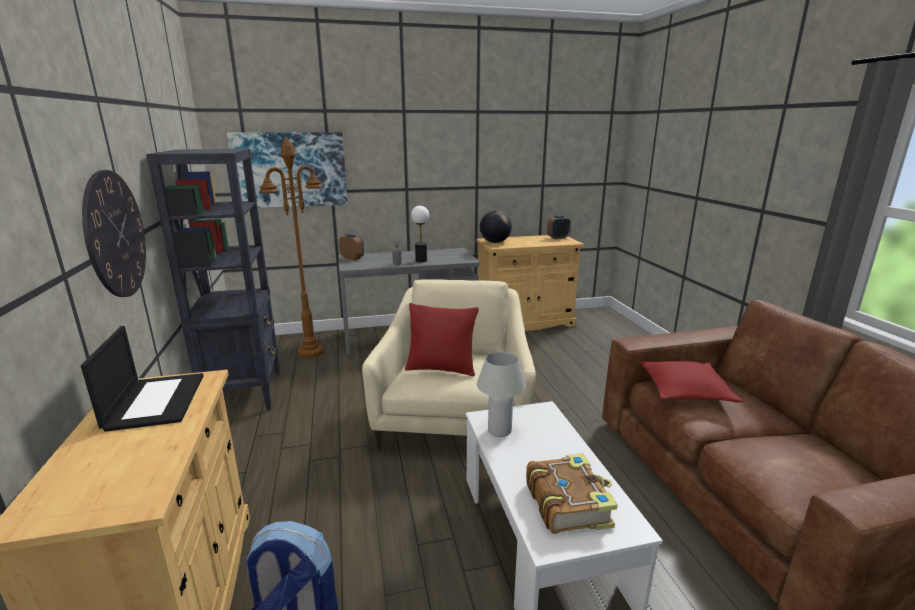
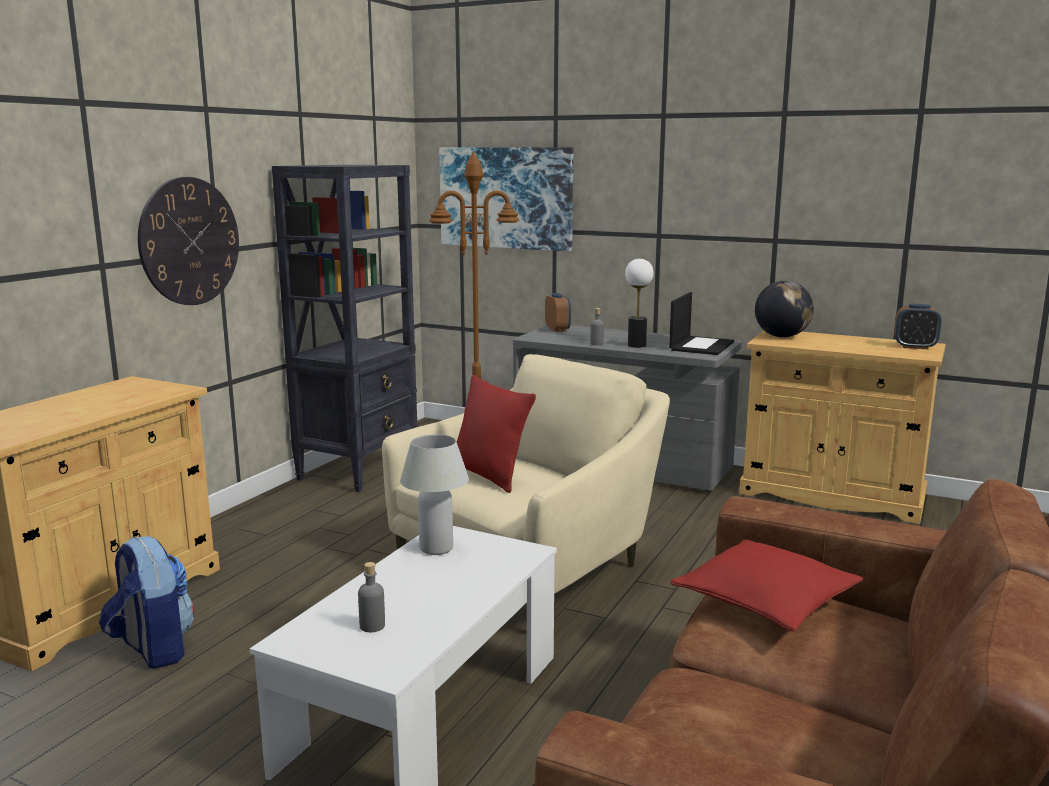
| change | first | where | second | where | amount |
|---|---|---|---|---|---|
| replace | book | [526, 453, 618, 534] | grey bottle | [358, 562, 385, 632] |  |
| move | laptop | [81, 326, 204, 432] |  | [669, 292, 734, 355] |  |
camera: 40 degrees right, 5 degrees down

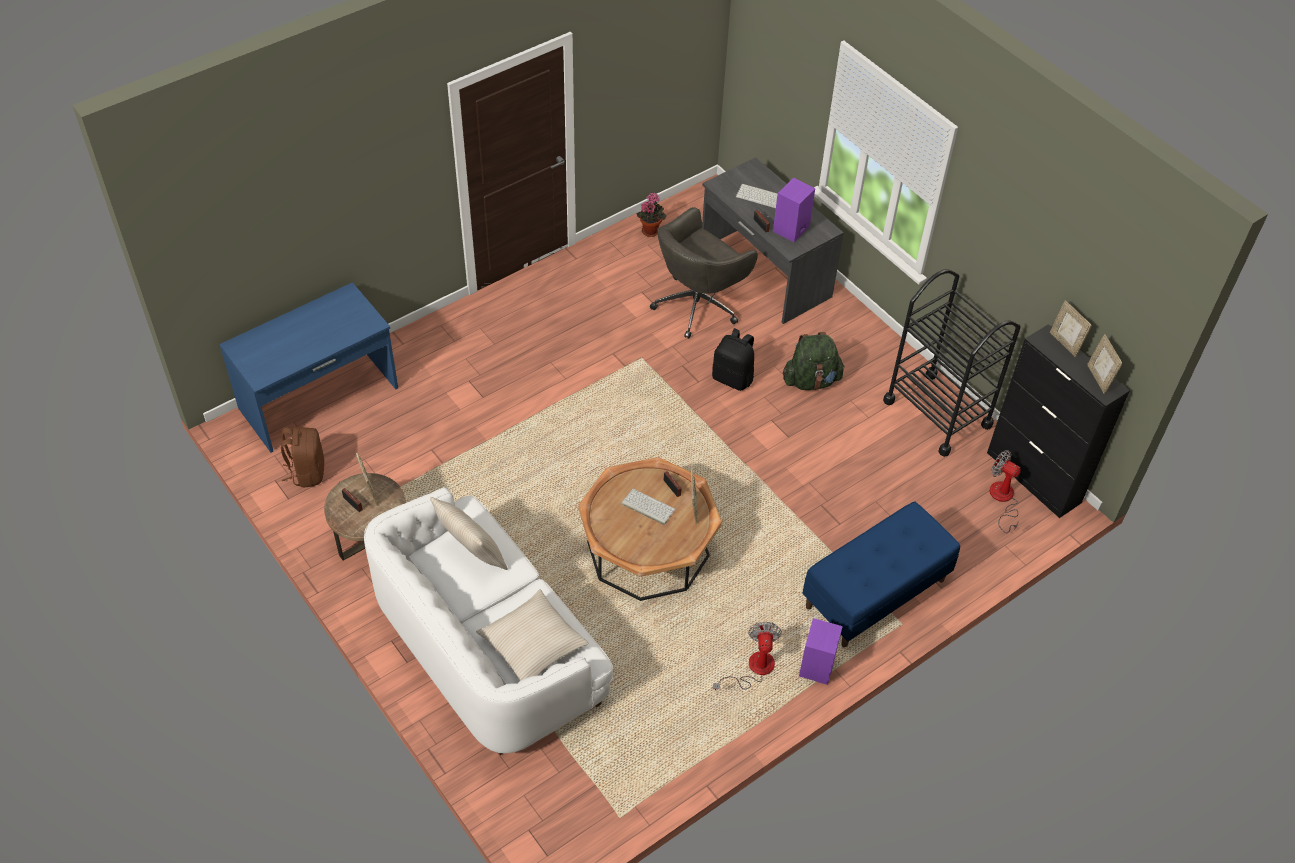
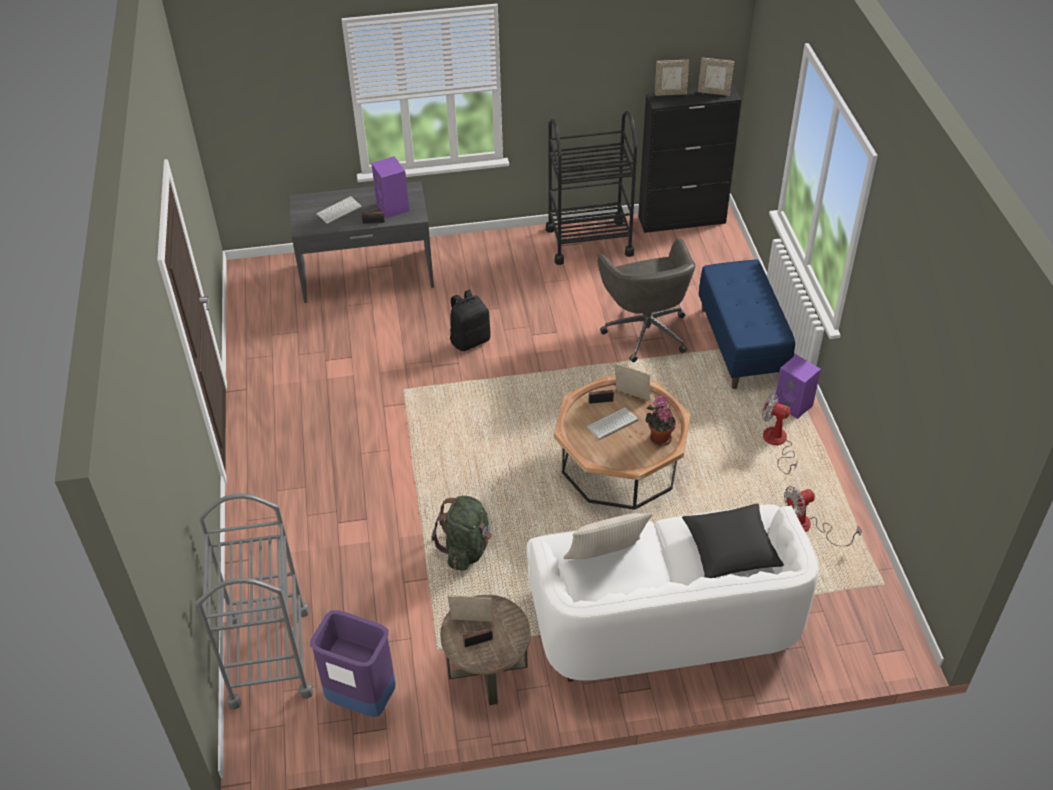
| change | first | where | second | where | amount |
|---|---|---|---|---|---|
| replace | blue desk | [219, 282, 398, 453] | grey cart | [197, 493, 313, 710] |  |
| replace | brown backpack | [281, 427, 325, 487] | purple trash can | [310, 610, 396, 717] |  |
| move | green backpack | [783, 332, 845, 390] |  | [432, 496, 492, 571] |  |
| move | grey office chair | [650, 207, 758, 339] |  | [597, 239, 696, 362] |  |
| move | potted plant | [637, 193, 666, 237] |  | [645, 395, 676, 446] |  |
| recolor | beige pillow | [476, 589, 588, 681] | black pillow | [682, 503, 784, 578] |  |
| move | fan | [990, 450, 1021, 533] |  | [784, 486, 862, 546] |  |
camera: 60 degrees left, 5 degrees down

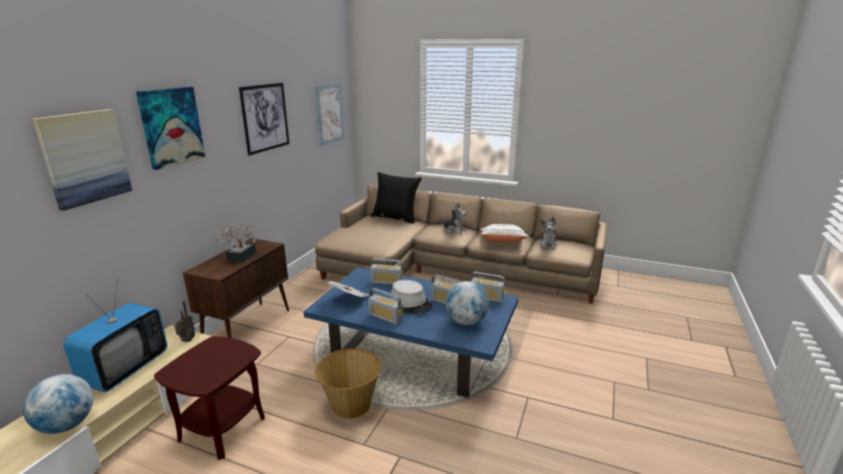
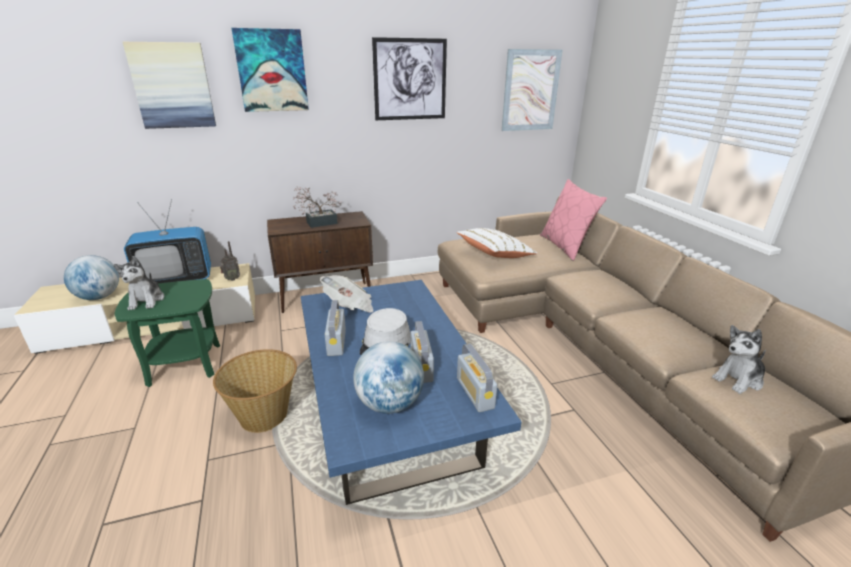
| change | first | where | second | where | amount |
|---|---|---|---|---|---|
| move | plush toy | [441, 203, 466, 234] |  | [113, 256, 164, 310] |  |
| recolor | brown side table | [154, 336, 265, 460] | green side table | [115, 279, 220, 387] |  |
| move | white pillow | [479, 224, 530, 242] |  | [457, 228, 538, 258] |  |
| recolor | black pillow | [371, 172, 422, 224] | pink pillow | [540, 179, 607, 261] |  |
| delete | radio | [370, 258, 403, 285] |  |  |  |
camera: 50 degrees right, 5 degrees up

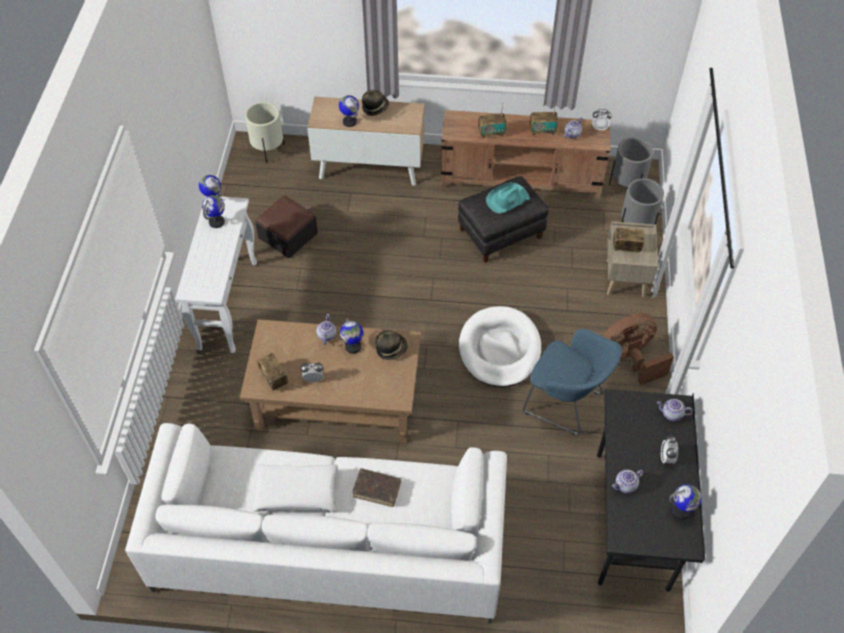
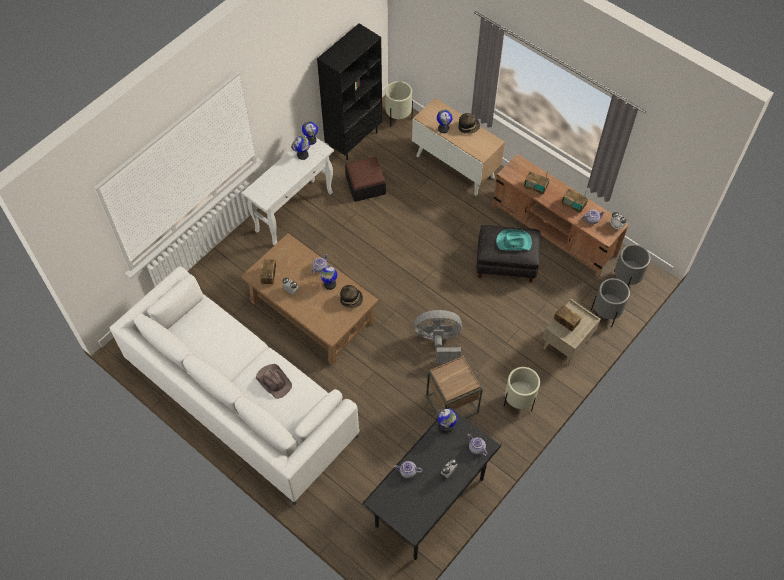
| change | first | where | second | where | amount |
|---|---|---|---|---|---|
| replace | brown book | [352, 468, 401, 507] | brown hat | [256, 364, 292, 399] |  |
| insert |  |  | black bookcase | [317, 23, 382, 160] |  |
| replace | white dog bed | [459, 306, 541, 387] | grey fan | [414, 310, 462, 363] |  |
| replace | blue armchair | [523, 329, 622, 435] | brown side table | [426, 356, 483, 418] |  |
| move | globe | [669, 484, 702, 519] |  | [437, 409, 457, 433] |  |
| replace | brown fan | [602, 313, 674, 385] | beige planter | [504, 367, 540, 411] |  |
| delete | white pillow | [252, 464, 338, 512] |  |  |  |
camera: 35 degrees right, 5 degrees up

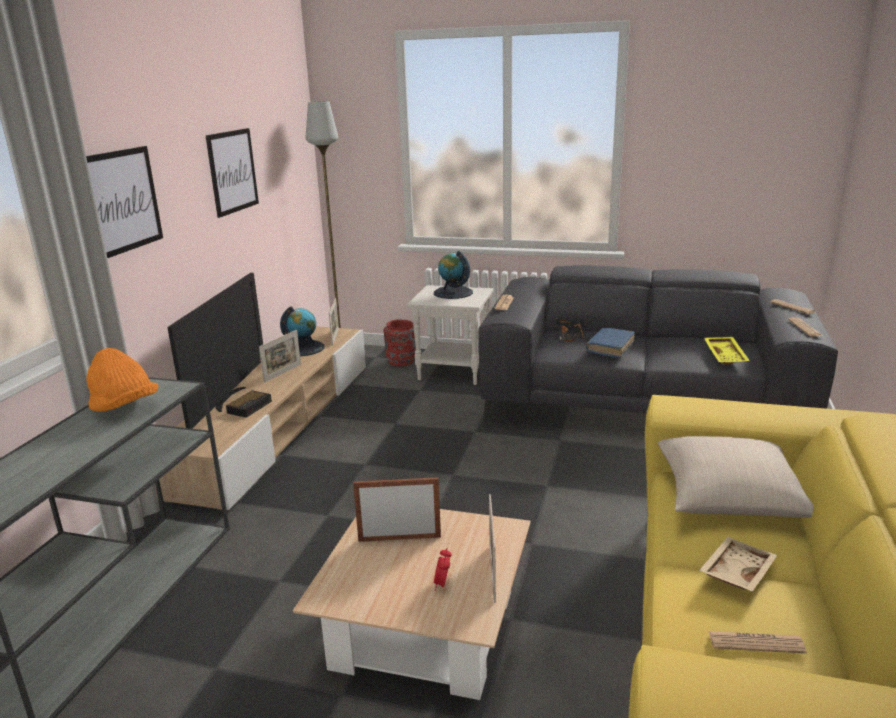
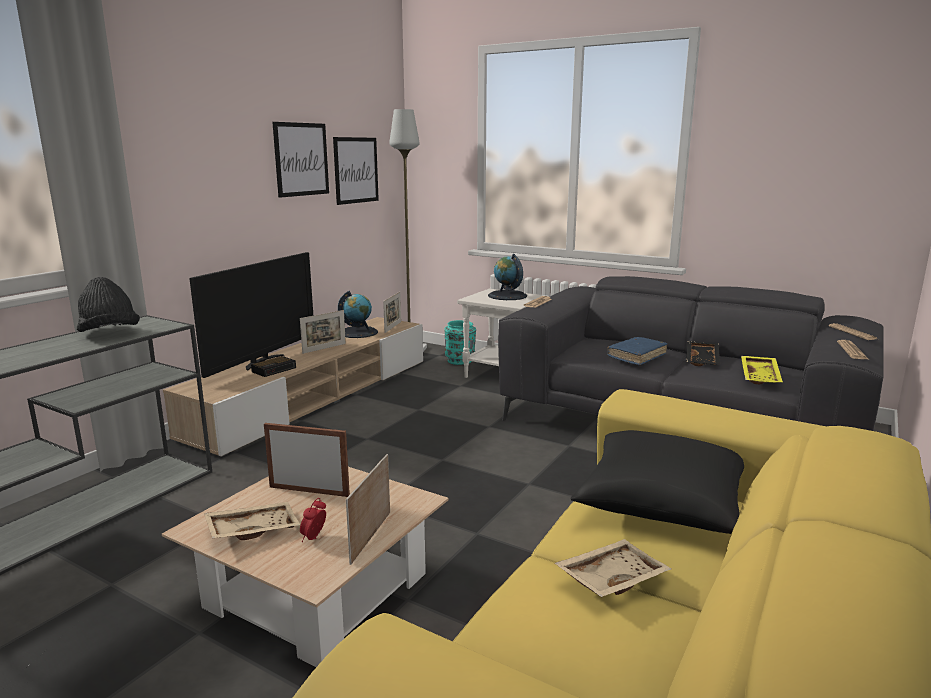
| change | first | where | second | where | amount |
|---|---|---|---|---|---|
| recolor | orange hat | [87, 348, 159, 412] | black hat | [77, 277, 140, 332] |  |
| insert |  |  | beige tray | [204, 502, 300, 540] |  |
| move | picture | [86, 146, 163, 258] |  | [333, 137, 379, 205] |  |
| recolor | red vase | [383, 319, 416, 366] | turquoise vase | [444, 320, 476, 365] |  |
| recolor | beige pillow | [658, 436, 813, 517] | black pillow | [570, 430, 744, 534] |  |
| move | black tray | [556, 318, 588, 342] |  | [686, 341, 720, 366] |  |
| delete | newspaper | [709, 631, 807, 654] |  |  |  |
camera: 15 degrees right, 5 degrees down

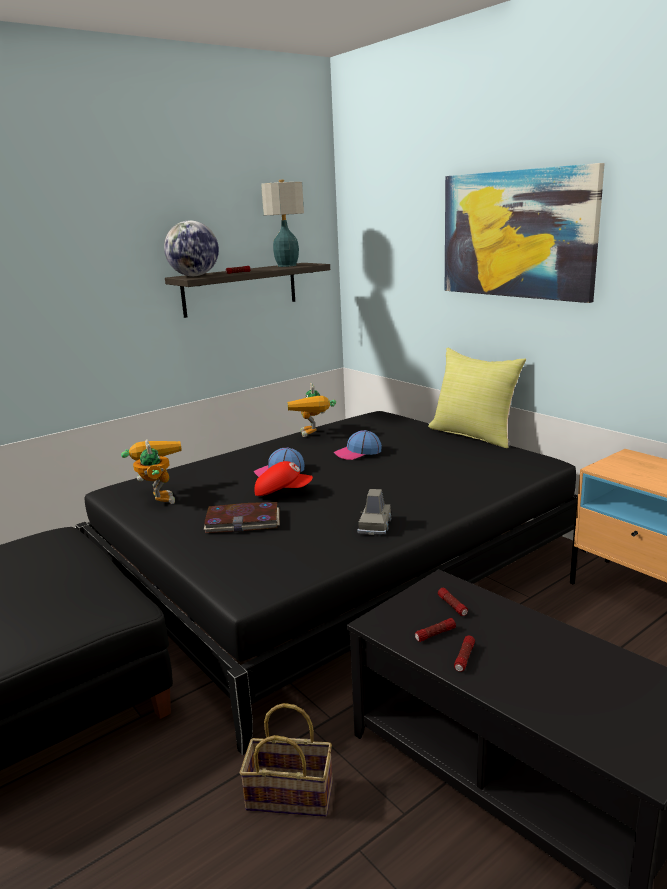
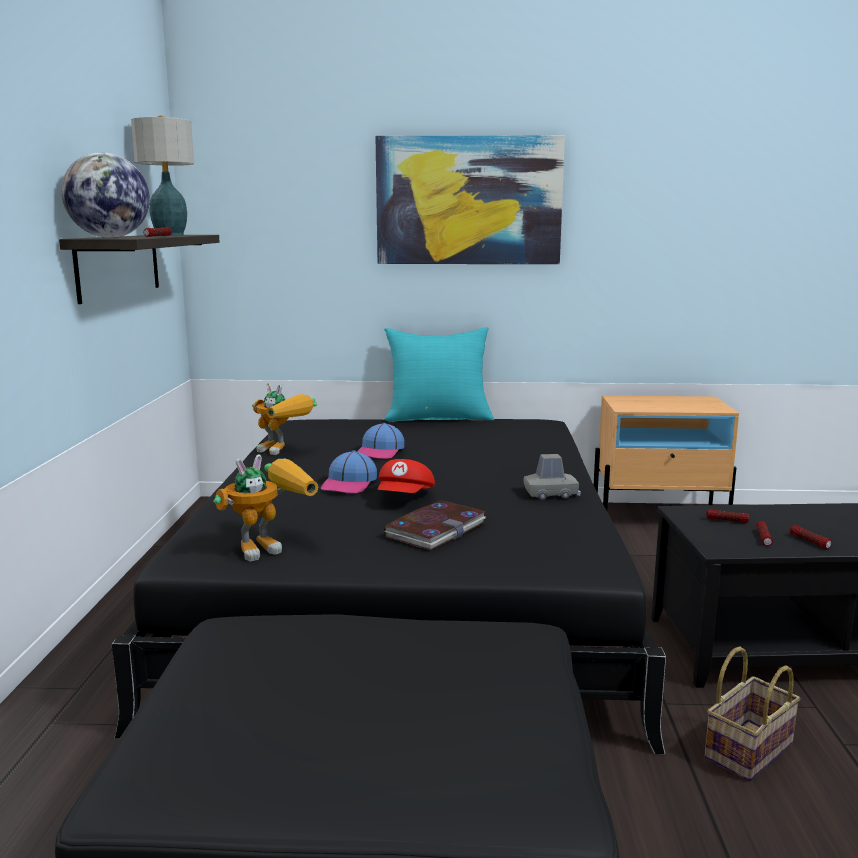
| change | first | where | second | where | amount |
|---|---|---|---|---|---|
| rotate | toy robot | [121, 439, 182, 504] |  | [213, 455, 318, 561] | 120 degrees clockwise |
| rotate | red cap | [254, 461, 313, 496] |  | [378, 459, 435, 493] | 150 degrees clockwise |
| recolor | yellow pillow | [428, 348, 526, 448] | turquoise pillow | [384, 327, 494, 422] |  |
| rotate | grey toy car | [357, 489, 391, 535] |  | [524, 454, 581, 500] | 60 degrees counterclockwise |
camera: 50 degrees left, 5 degrees down

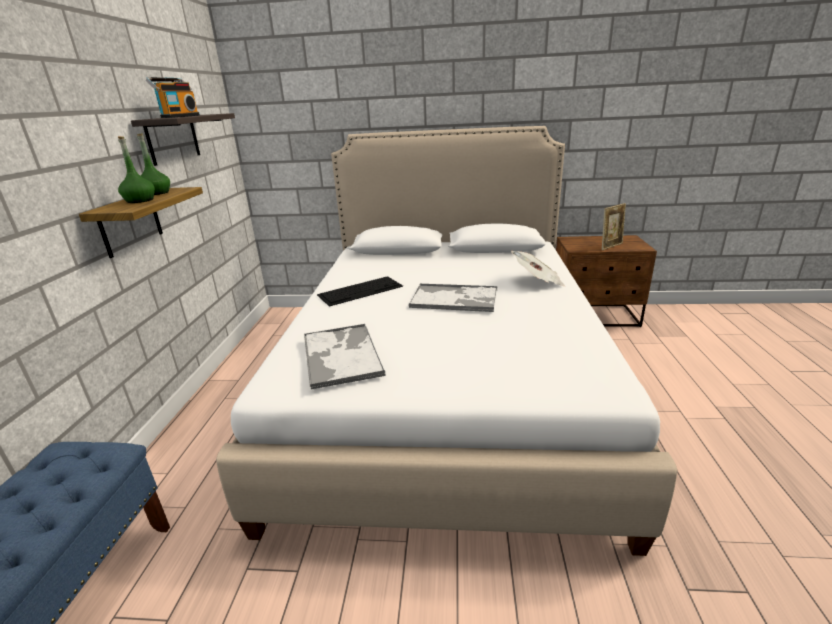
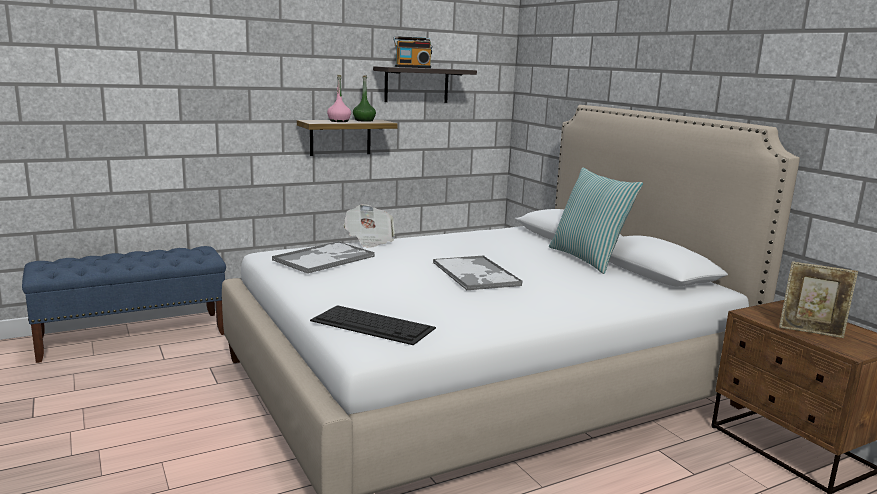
| change | first | where | second | where | amount |
|---|---|---|---|---|---|
| move | keyboard | [317, 276, 403, 306] |  | [310, 305, 436, 345] |  |
| recolor | green bottle | [118, 136, 155, 203] | pink bottle | [327, 75, 351, 122] |  |
| move | newspaper | [511, 251, 565, 286] |  | [343, 204, 395, 248] |  |
| insert |  |  | pillow | [549, 167, 643, 274] |  |
camera: 55 degrees right, 10 degrees down

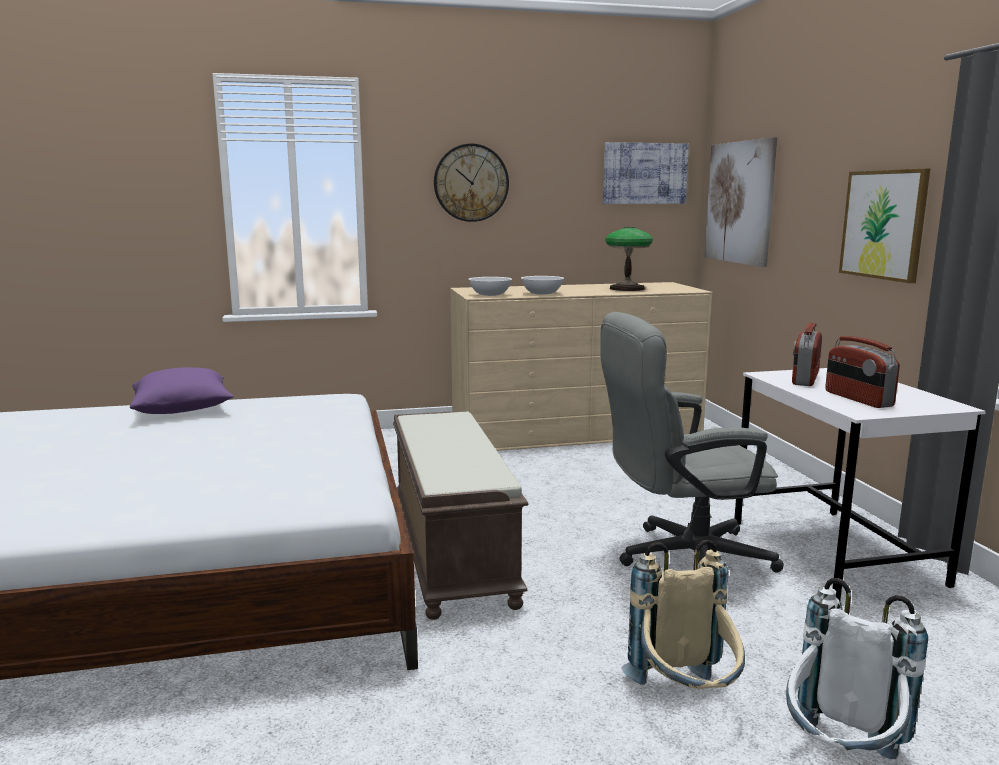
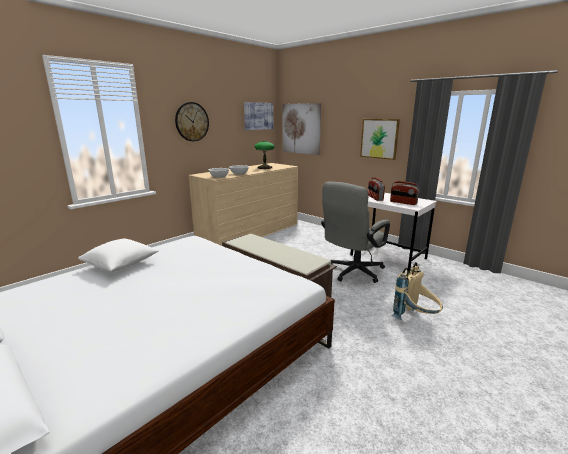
| change | first | where | second | where | amount |
|---|---|---|---|---|---|
| recolor | purple pillow | [130, 367, 234, 414] | white pillow | [78, 239, 159, 272] |  |
| delete | white backpack | [786, 578, 928, 759] |  |  |  |
camera: 35 degrees left, 5 degrees up

